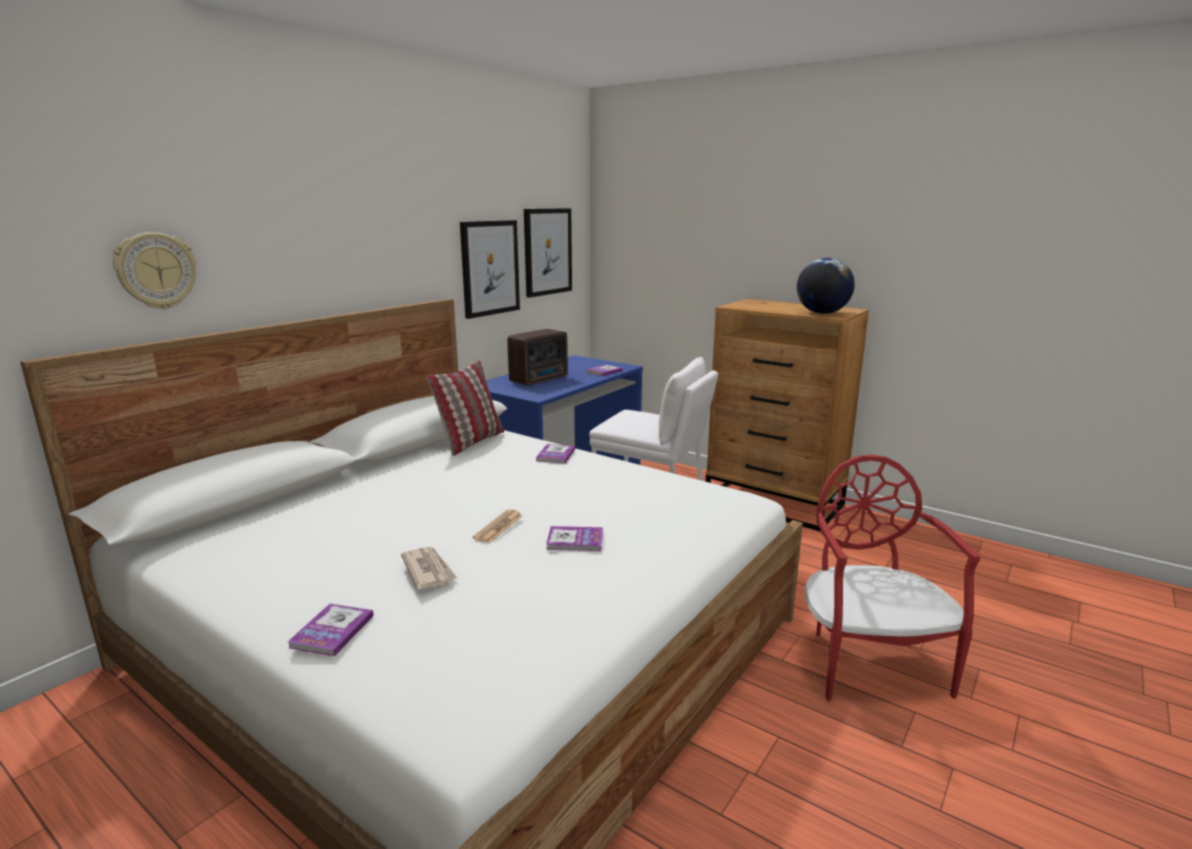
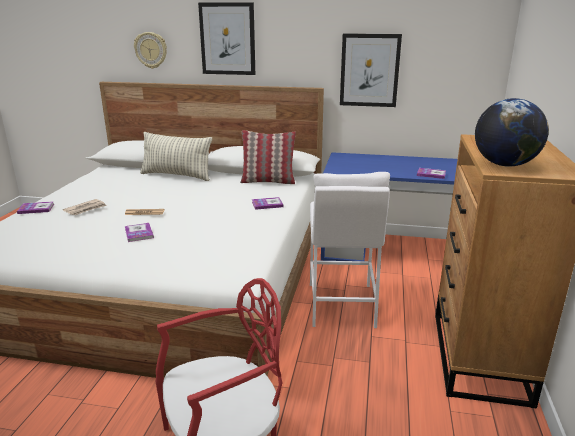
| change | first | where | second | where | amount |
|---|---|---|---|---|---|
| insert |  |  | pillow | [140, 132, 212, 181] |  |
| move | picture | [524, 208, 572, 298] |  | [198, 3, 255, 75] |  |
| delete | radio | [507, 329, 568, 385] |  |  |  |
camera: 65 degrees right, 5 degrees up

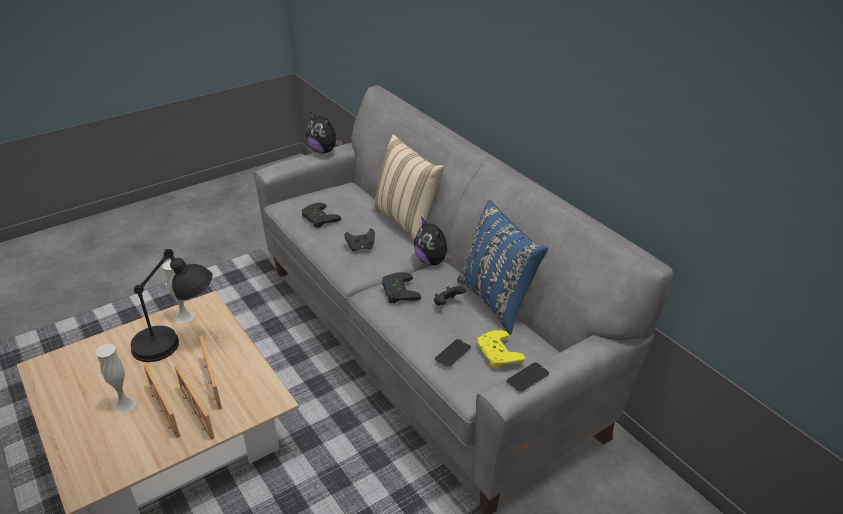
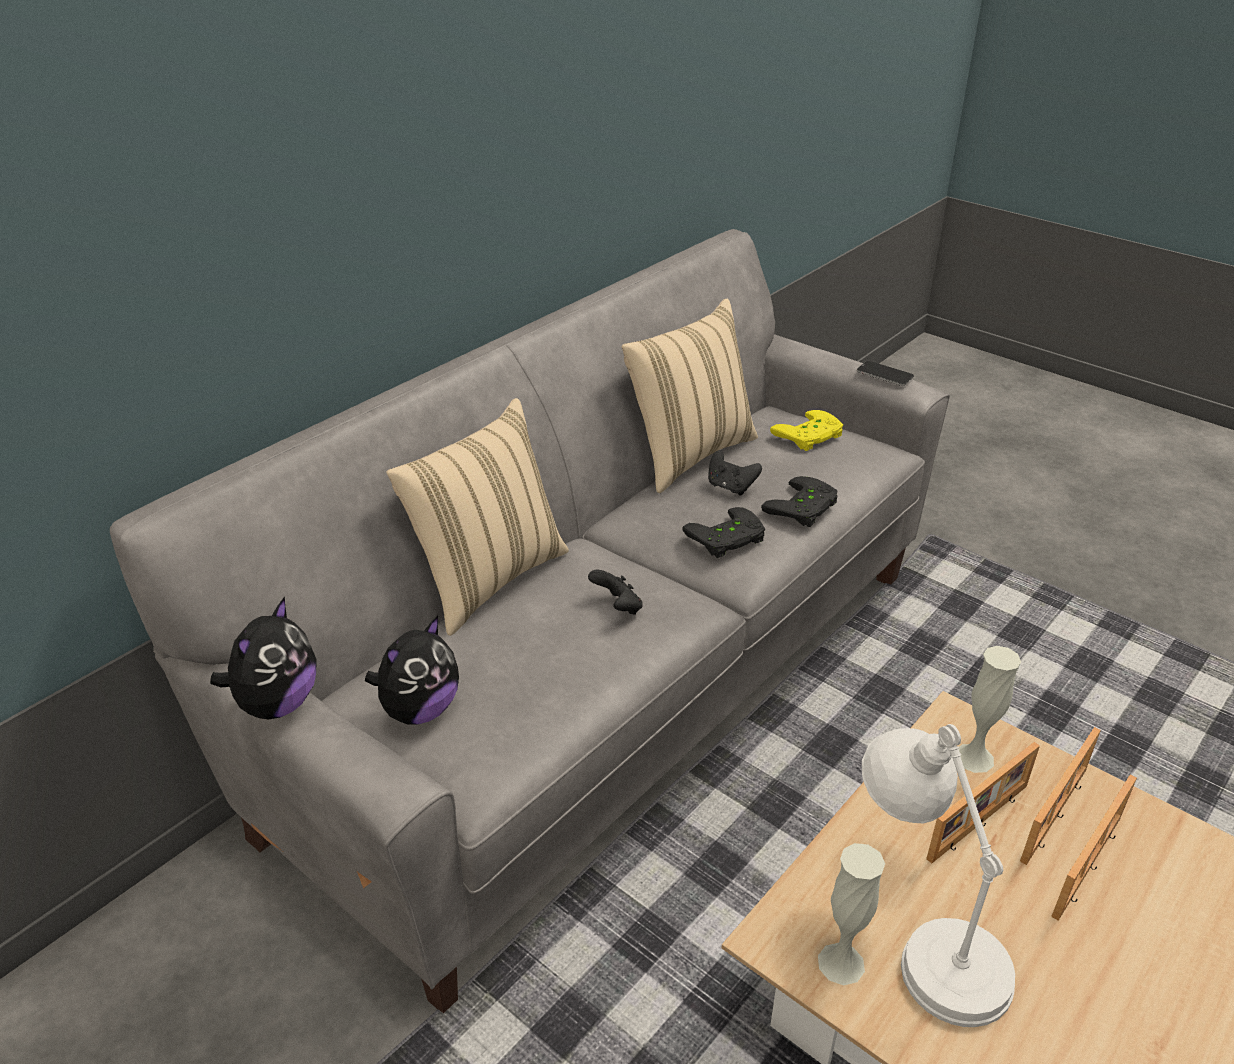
| change | first | where | second | where | amount |
|---|---|---|---|---|---|
| move | plush toy | [414, 217, 453, 265] |  | [365, 616, 459, 725] |  |
| recolor | blue pillow | [457, 200, 548, 334] | beige pillow | [622, 299, 758, 493] |  |
| move | black game controller | [302, 203, 341, 228] |  | [761, 476, 838, 527] |  |
| recolor | black table lamp | [131, 249, 212, 362] | white table lamp | [862, 724, 1015, 1027] |  |
| move | white vase | [95, 344, 136, 413] |  | [958, 646, 1021, 773] |  |
| delete | phone | [435, 339, 471, 368] |  |  |  |
camera: 105 degrees left, 0 degrees up

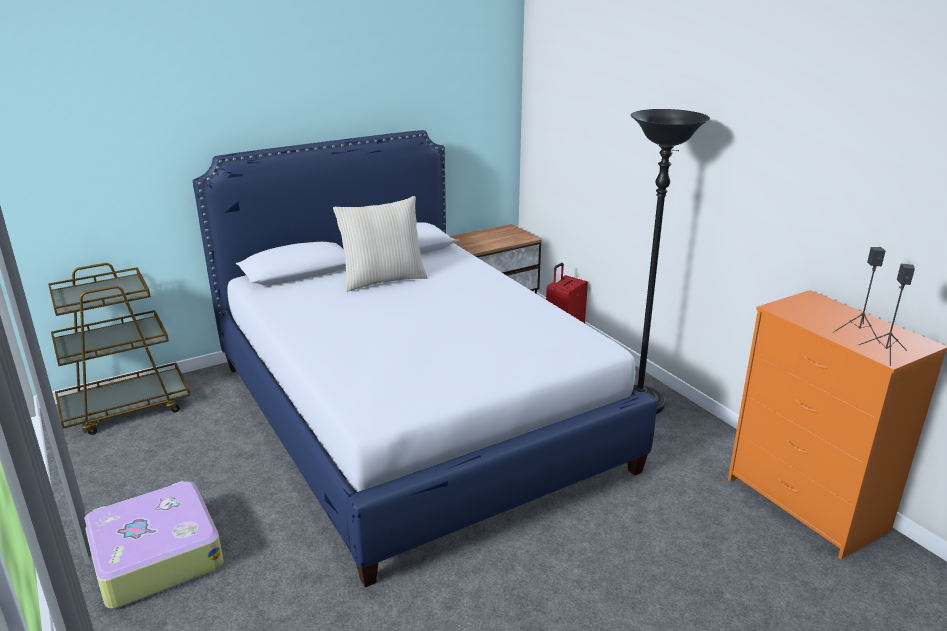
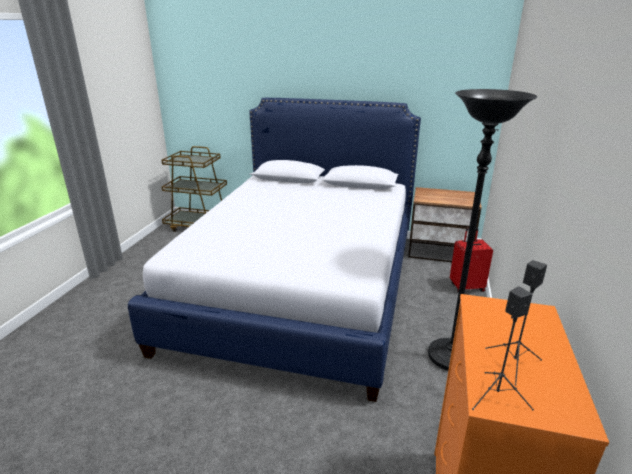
| change | first | where | second | where | amount |
|---|---|---|---|---|---|
| delete | suitcase | [84, 481, 224, 609] |  |  |  |
| delete | beige pillow | [333, 196, 428, 292] |  |  |  |
camera: 45 degrees right, 0 degrees up

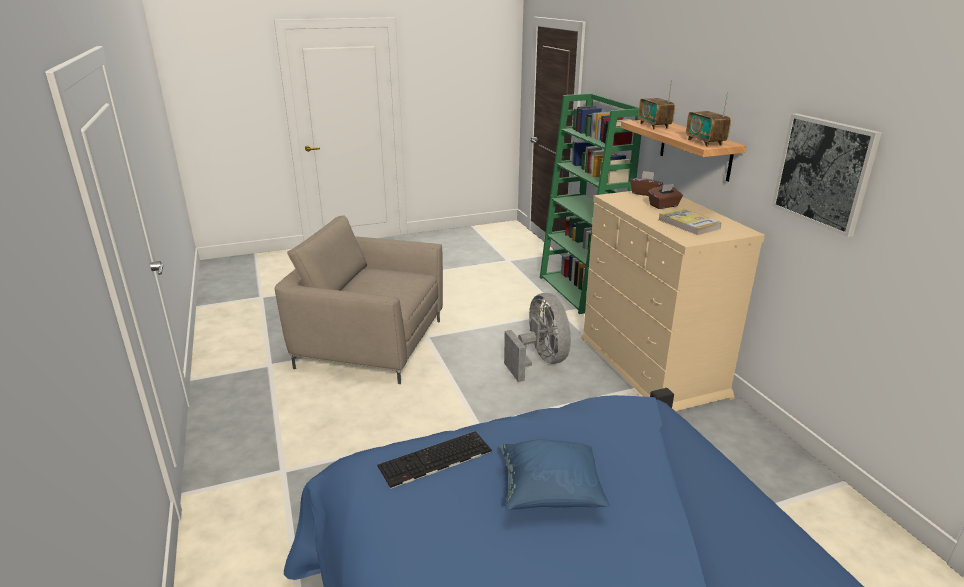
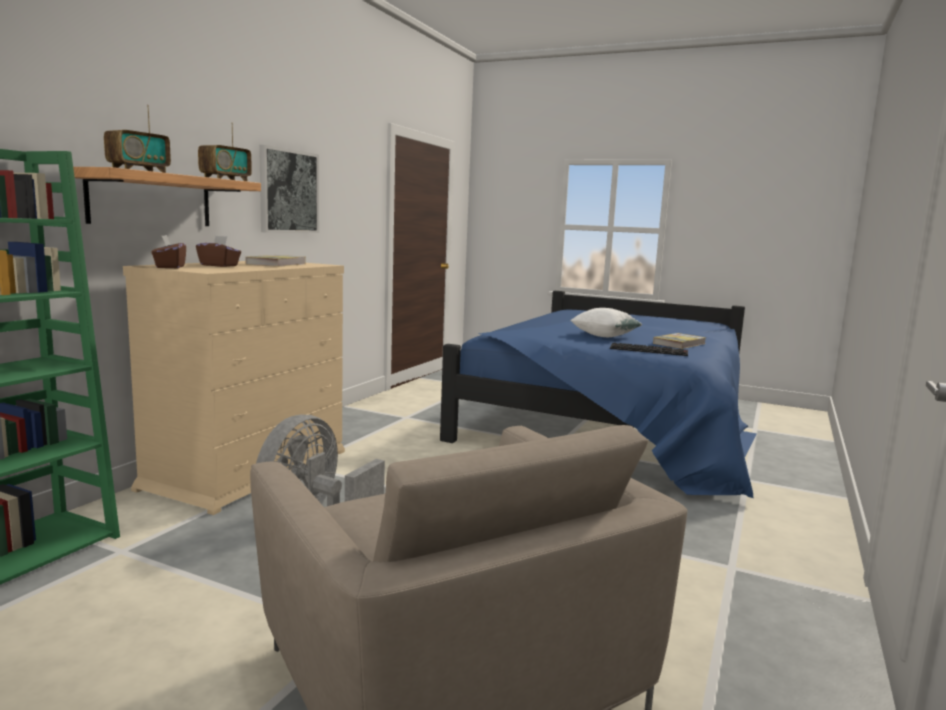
| change | first | where | second | where | amount |
|---|---|---|---|---|---|
| recolor | blue pillow | [500, 439, 610, 510] | white pillow | [570, 308, 643, 337] |  |
| insert |  |  | book | [653, 333, 706, 349] |  |
camera: 135 degrees left, 15 degrees down

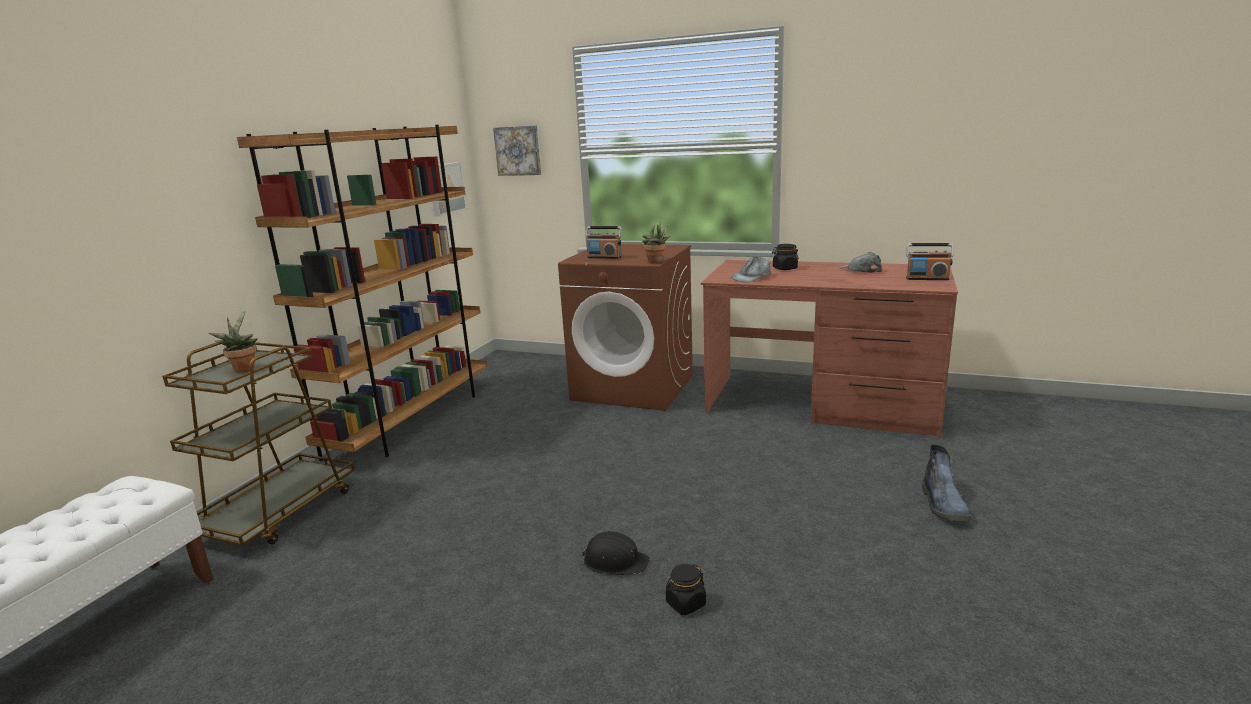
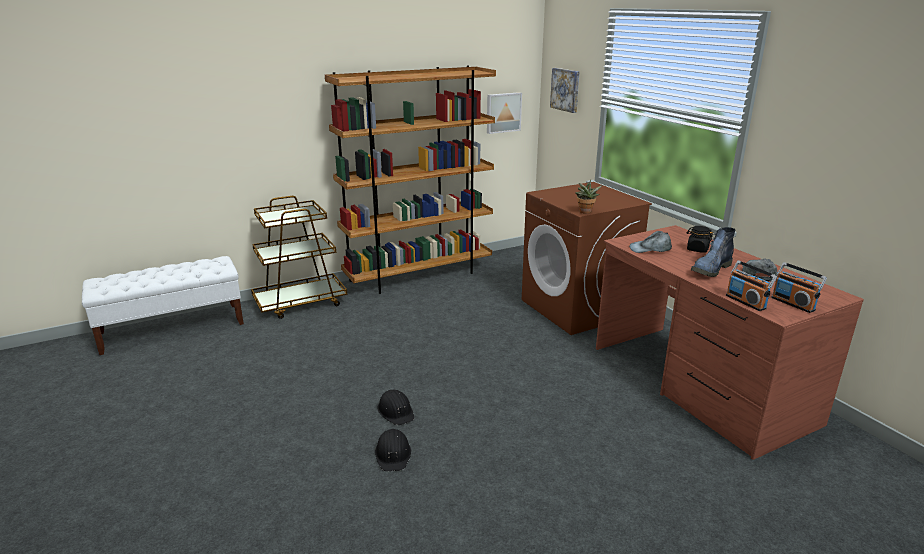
| change | first | where | second | where | amount |
|---|---|---|---|---|---|
| replace | black jar | [666, 564, 706, 615] | black hard hat | [375, 429, 411, 471] |  |
| move | boot | [922, 445, 971, 521] |  | [691, 227, 735, 277] |  |
| move | radio | [586, 226, 622, 259] |  | [726, 260, 777, 311] |  |
| delete | potted plant | [209, 310, 258, 373] |  |  |  |
camera: 40 degrees right, 5 degrees up

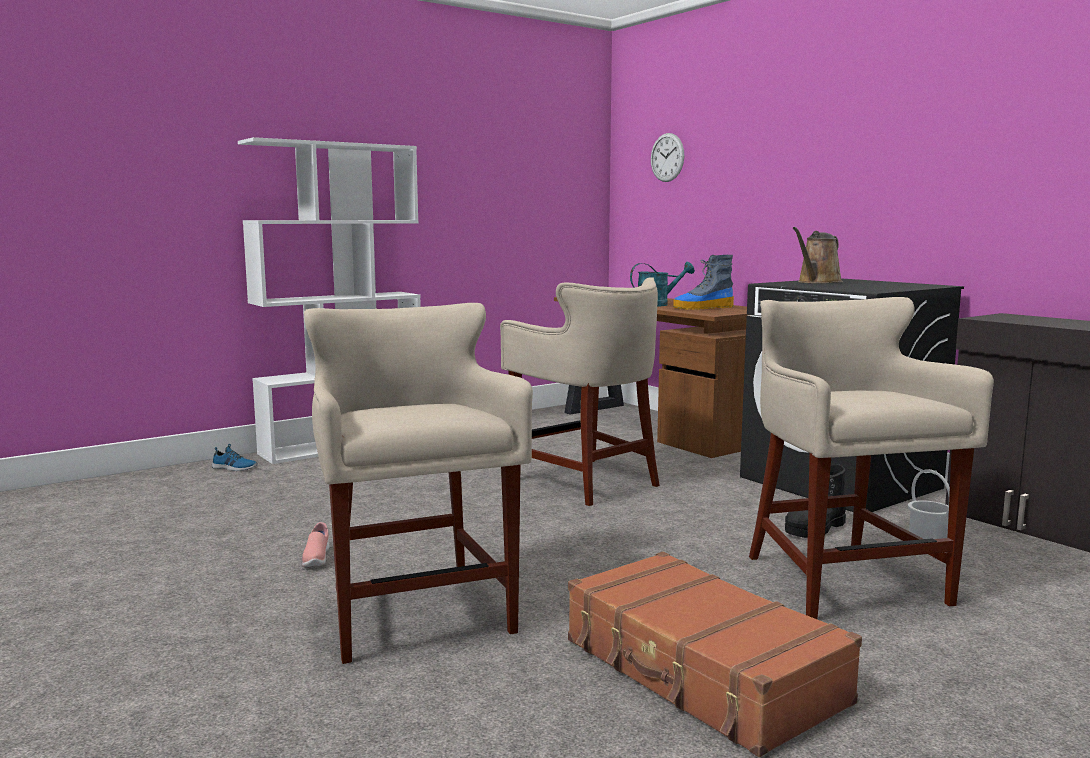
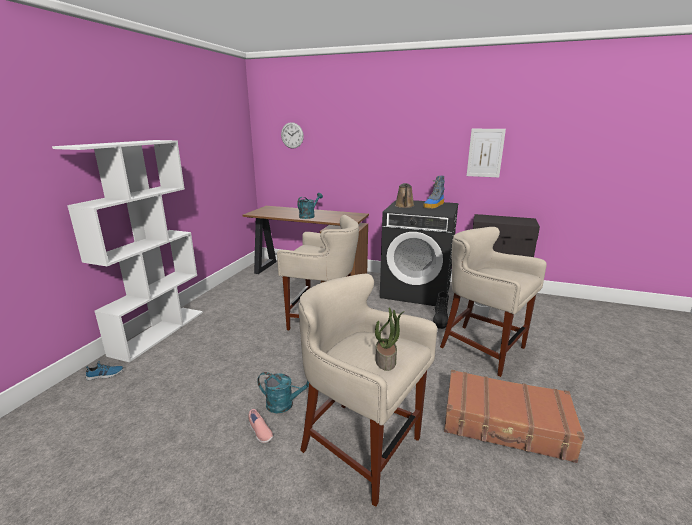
| change | first | where | second | where | amount |
|---|---|---|---|---|---|
| insert |  |  | turquoise watering can | [257, 372, 309, 413] |  |
| insert |  |  | potted plant | [375, 308, 405, 371] |  |
| move | boot | [673, 255, 734, 310] |  | [423, 176, 445, 209] |  |
| insert |  |  | picture | [467, 129, 506, 178] |  |
camera: 35 degrees left, 10 degrees up

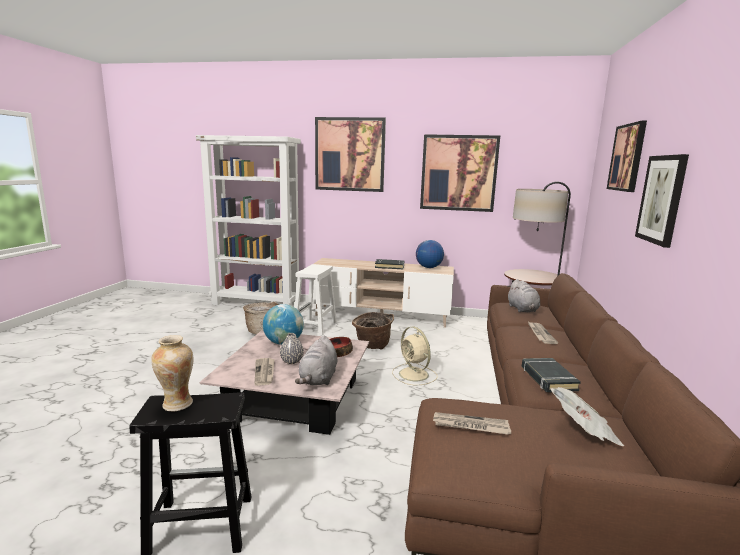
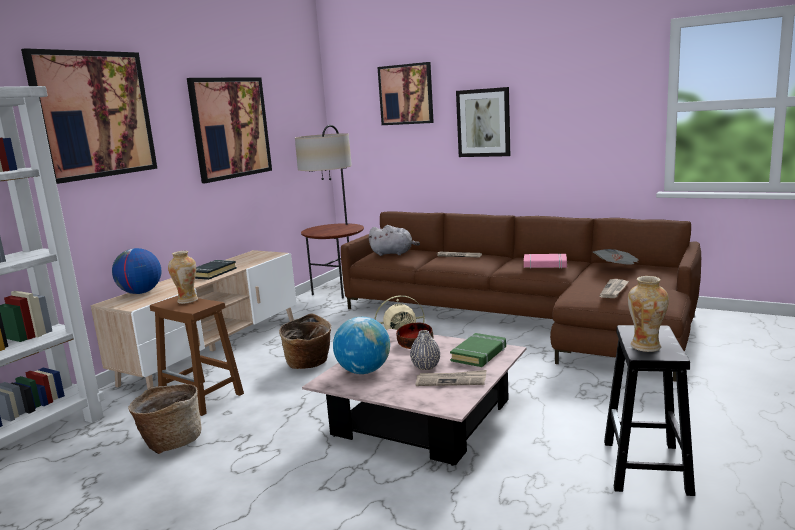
| change | first | where | second | where | amount |
|---|---|---|---|---|---|
| move | globe | [416, 240, 444, 268] |  | [112, 248, 161, 294] |  |
| recolor | white stool | [295, 264, 337, 336] | brown stool | [150, 296, 244, 416] |  |
| insert |  |  | vase | [168, 251, 198, 304] |  |
| replace | grey plush toy | [295, 336, 337, 385] | green book | [450, 333, 506, 367] |  |
| recolor | black book | [522, 358, 581, 392] | pink book | [524, 254, 567, 269] |  |
camera: 70 degrees left, 0 degrees up

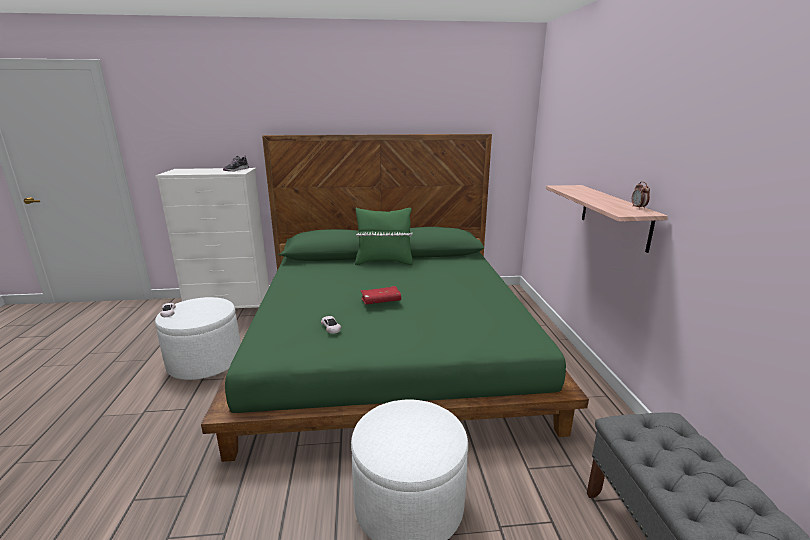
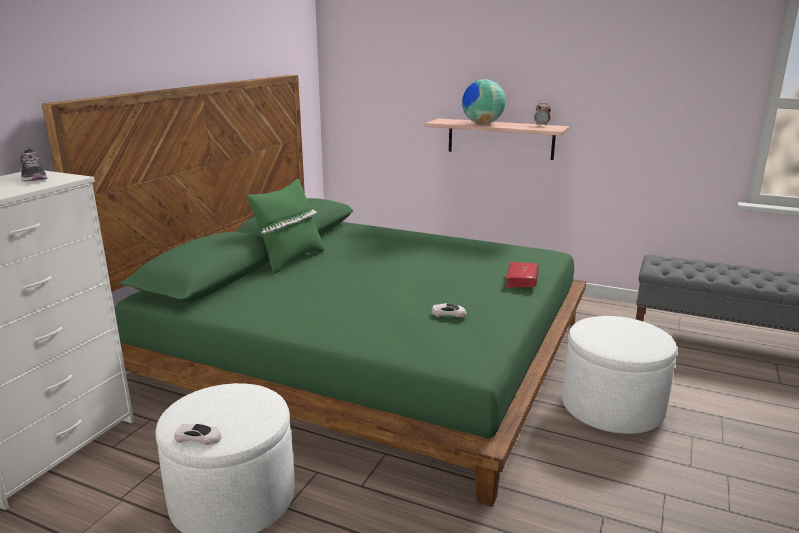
| change | first | where | second | where | amount |
|---|---|---|---|---|---|
| insert |  |  | globe | [462, 79, 506, 124] |  |
| move | red book | [361, 286, 401, 305] |  | [506, 262, 538, 288] |  |
camera: 60 degrees left, 0 degrees up

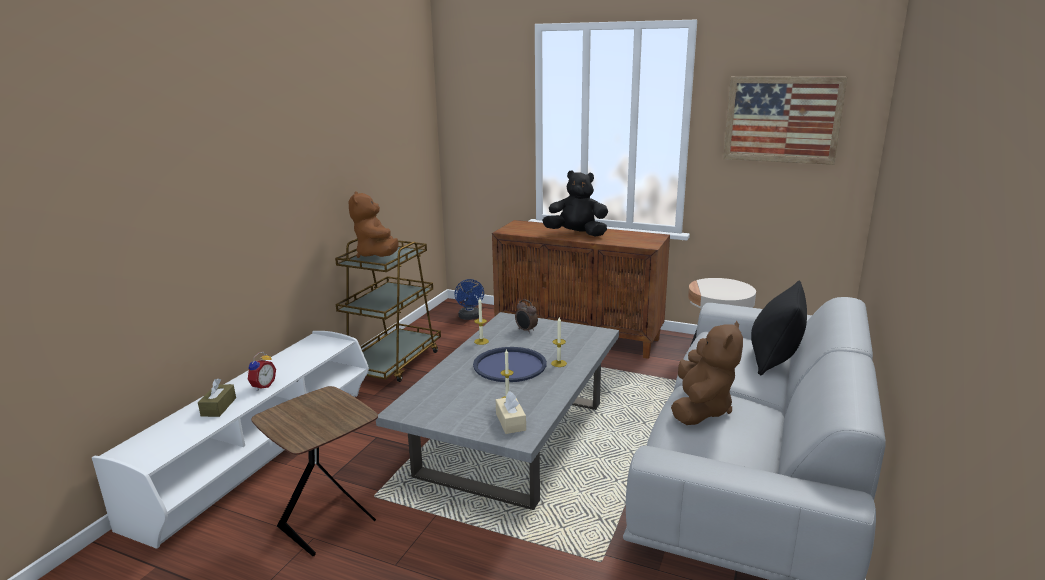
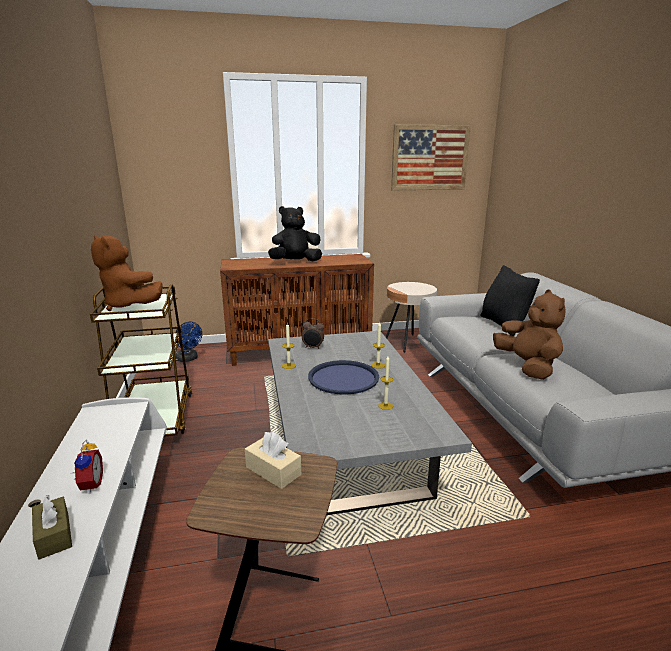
| change | first | where | second | where | amount |
|---|---|---|---|---|---|
| move | beige tissue box | [496, 391, 526, 434] |  | [245, 432, 301, 489] |  |
camera: 35 degrees left, 0 degrees up

